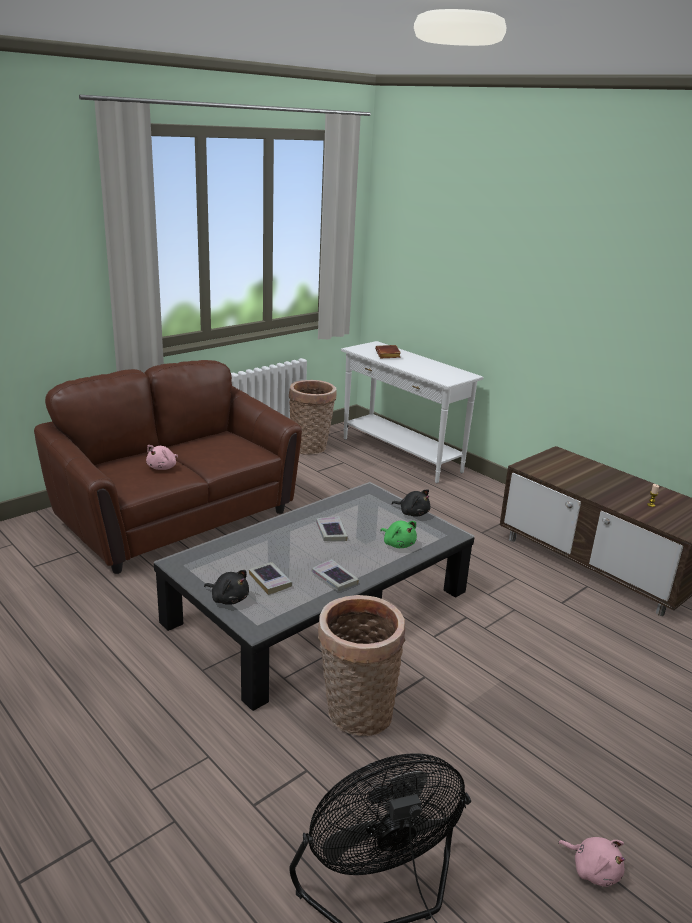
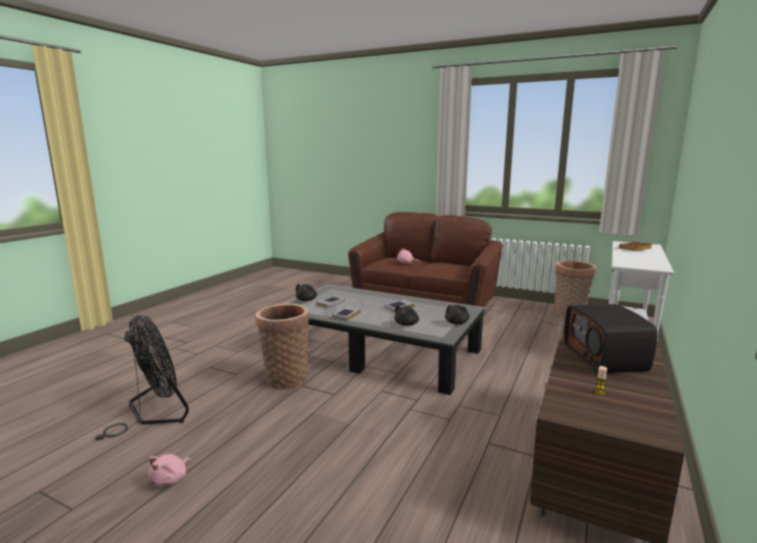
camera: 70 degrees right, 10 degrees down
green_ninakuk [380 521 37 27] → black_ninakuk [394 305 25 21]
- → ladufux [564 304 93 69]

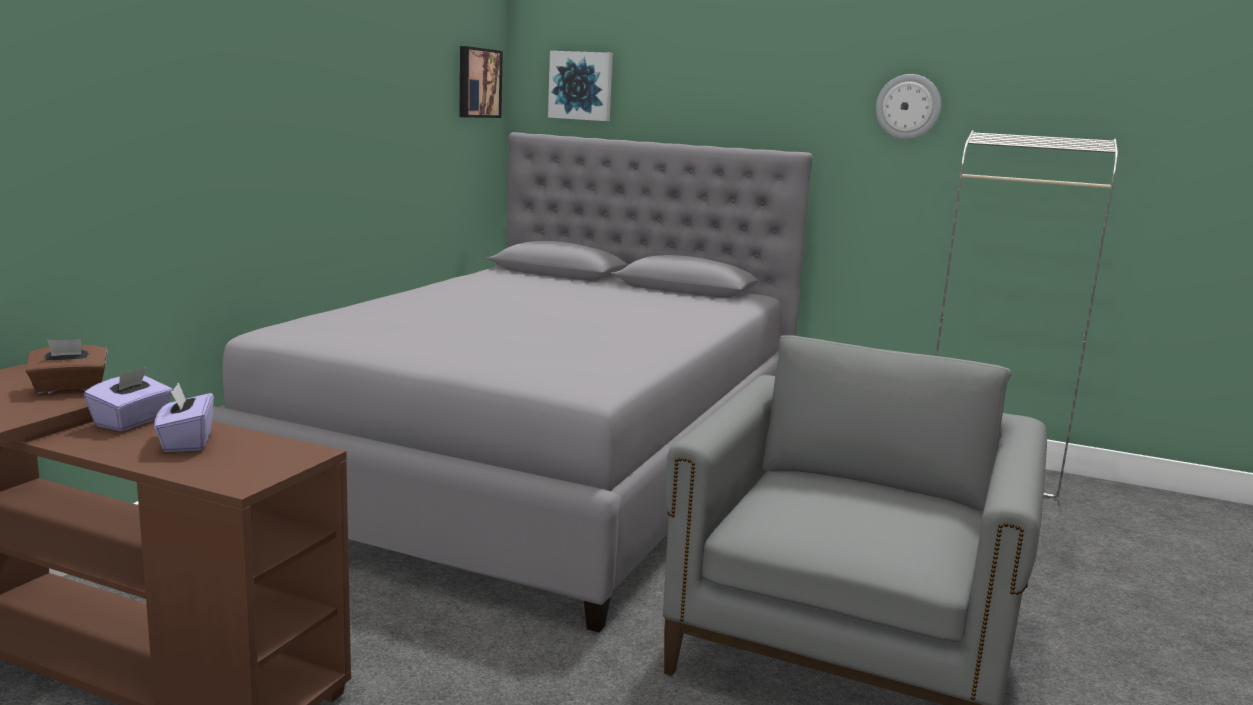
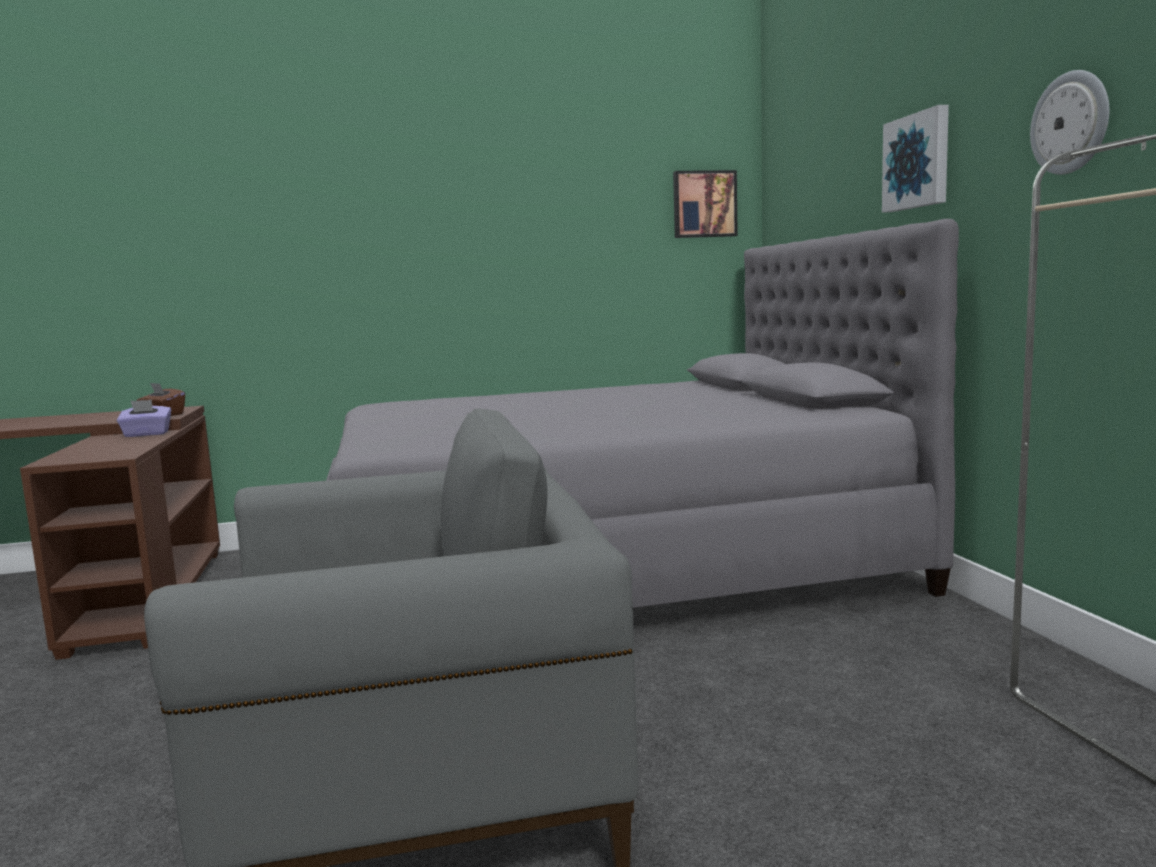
camera: 55 degrees right, 5 degrees down
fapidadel [548 51 65 70] → fapidadel [882 105 67 107], relocated
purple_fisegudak [154 382 60 70] → -

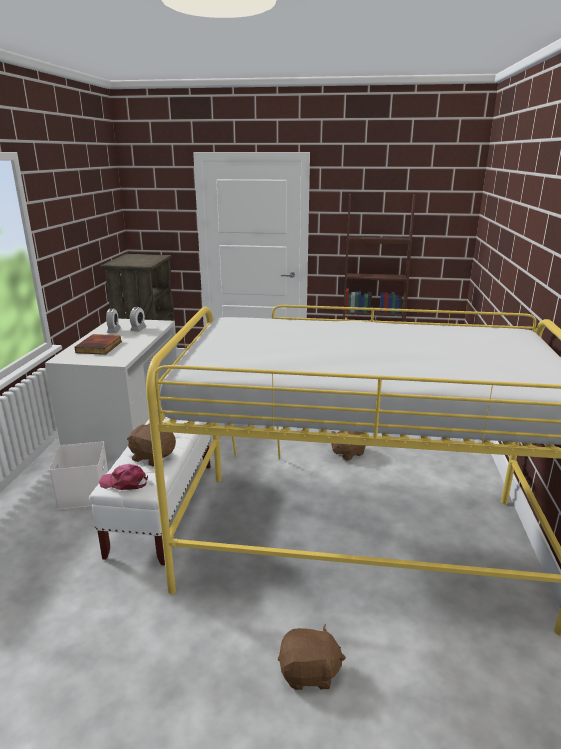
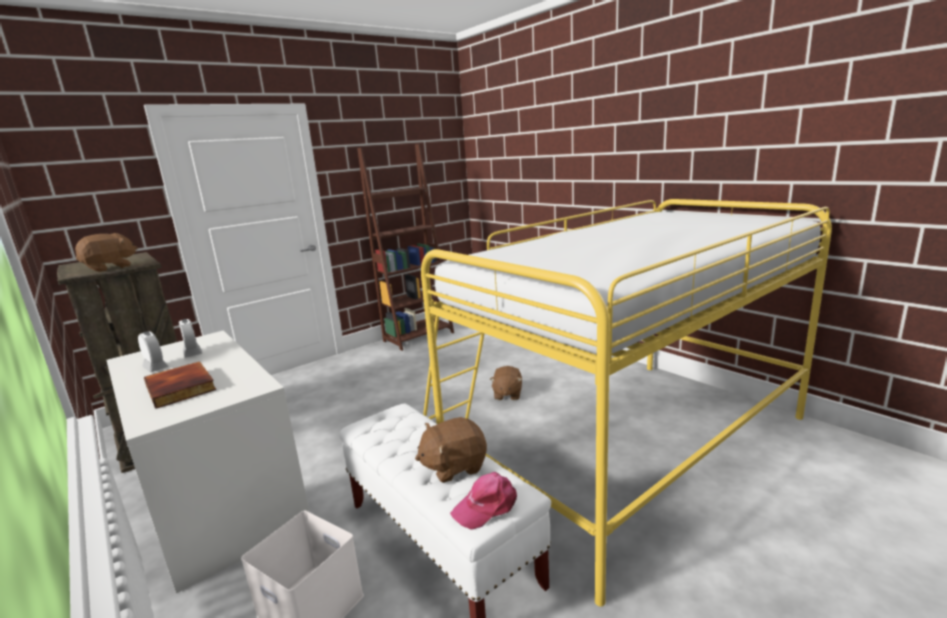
camera: 45 degrees left, 5 degrees down
brown_ninakuk [278 624 68 66] → brown_ninakuk [75 233 63 39], relocated

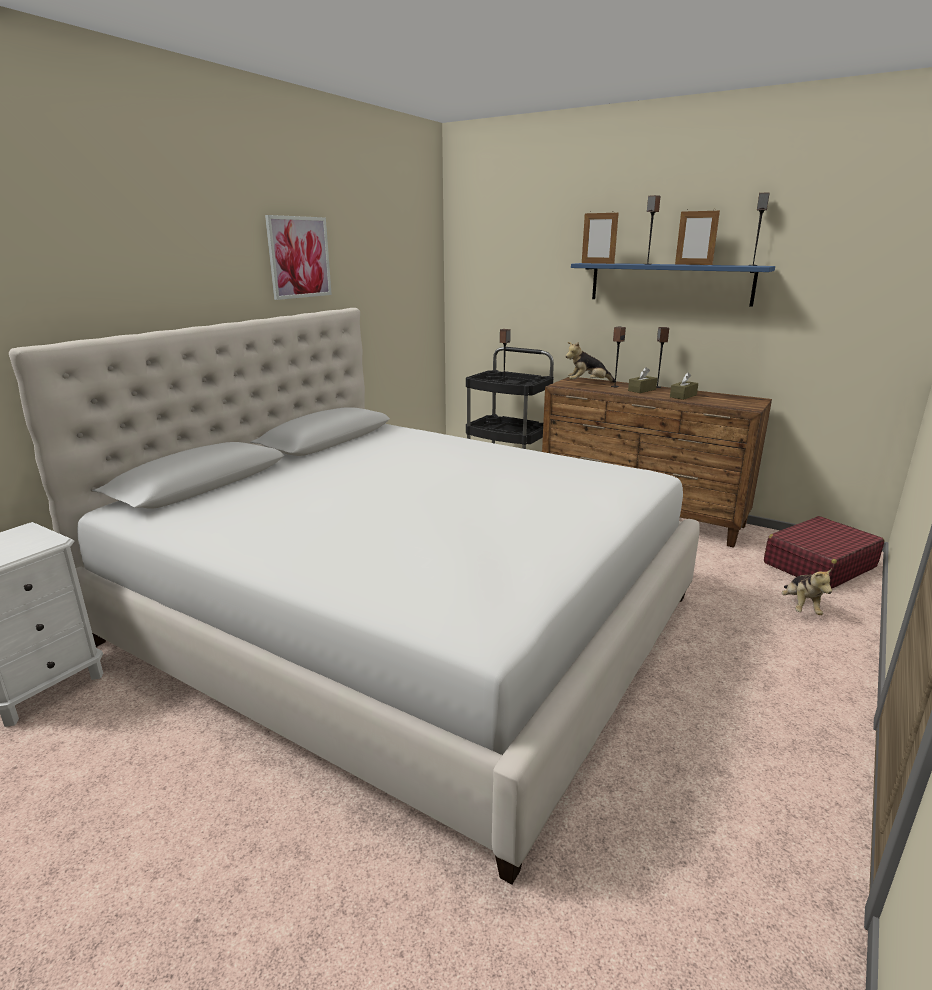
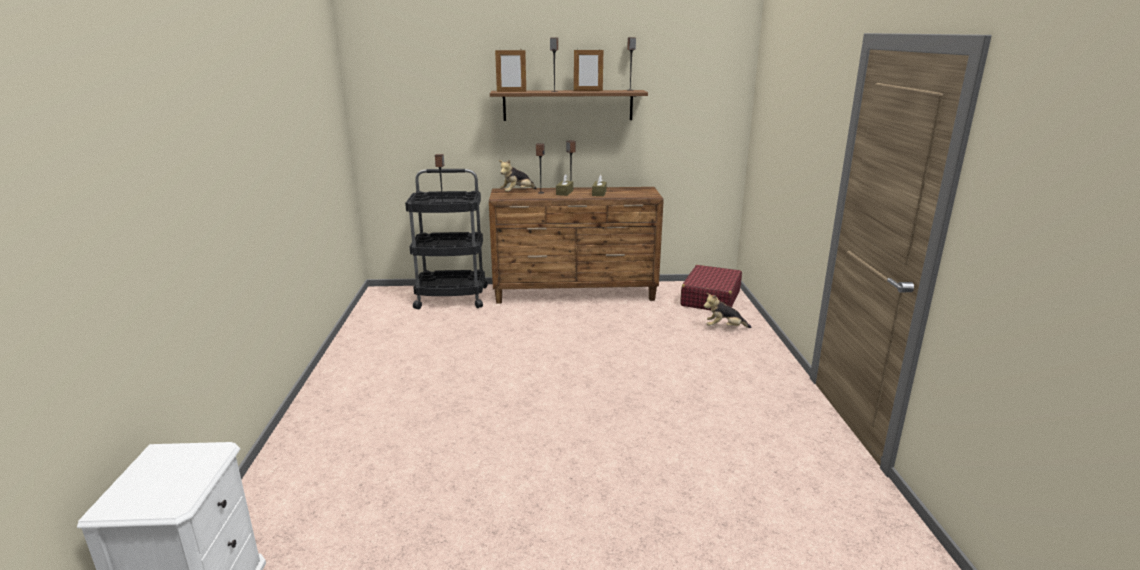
camera: 35 degrees left, 0 degrees up
fapidadel [265 215 67 85] → -
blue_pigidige [571 263 204 44] → brown_pigidige [490 90 158 31]
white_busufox [9 308 691 577] → -
ninakuk [782 568 50 47] → ninakuk [704 293 48 35], 120 degrees clockwise

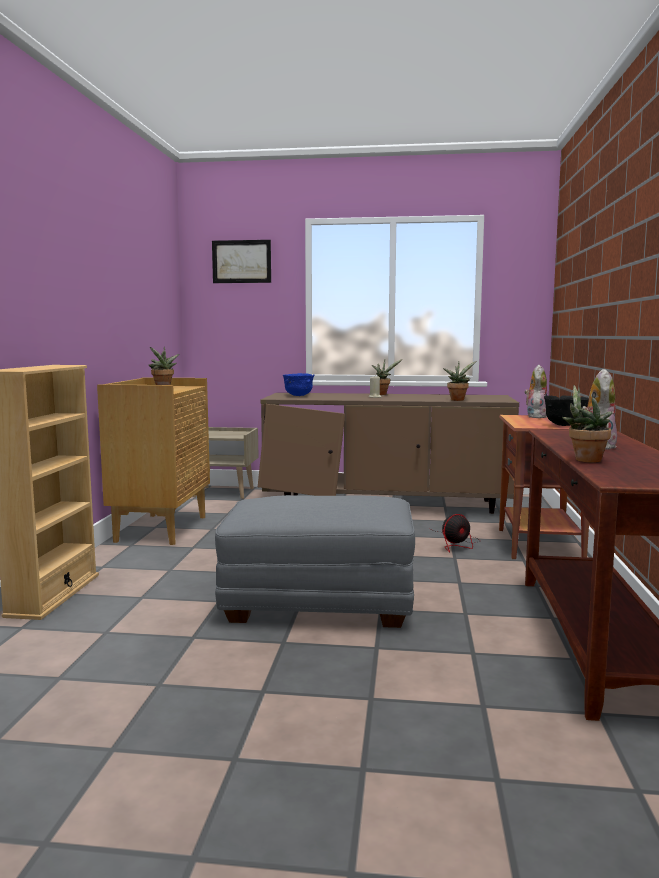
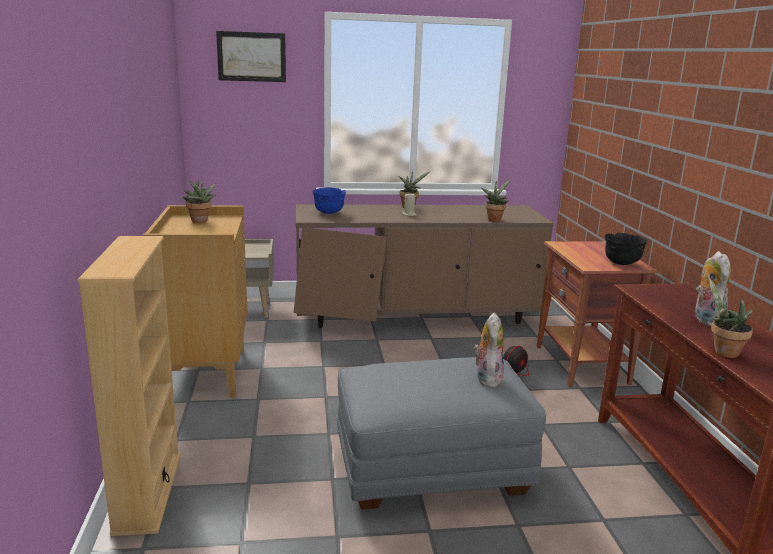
camera: 15 degrees left, 10 degrees up
ninakuk [525 365 22 53] → ninakuk [474 313 30 74], relocated

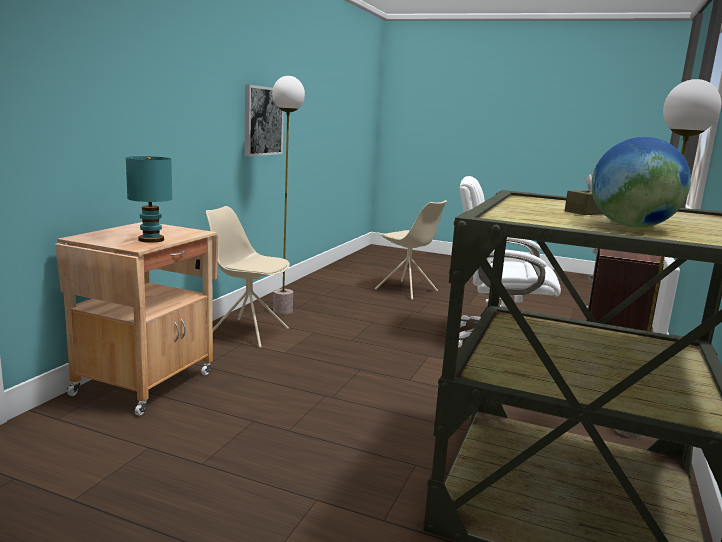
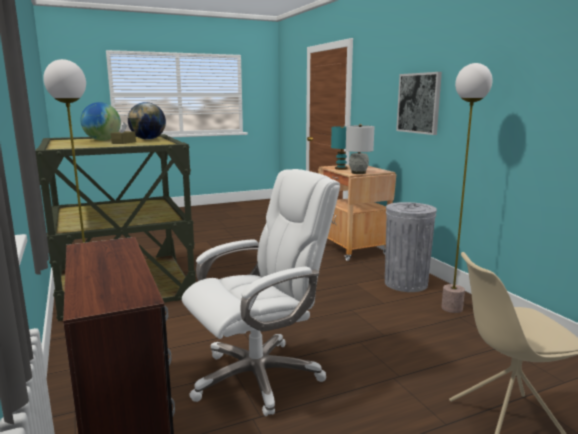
camera: 135 degrees right, 0 degrees up
fapidadel [245 84 39 72] → fapidadel [396 72 46 63], relocated
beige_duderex [205 206 85 142] → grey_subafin [385 202 52 90]
- → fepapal [128 102 38 38]
- → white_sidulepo [346 124 28 50]

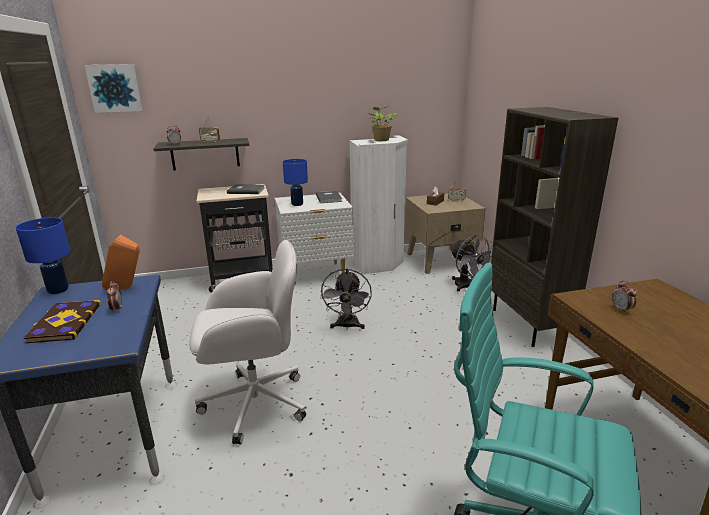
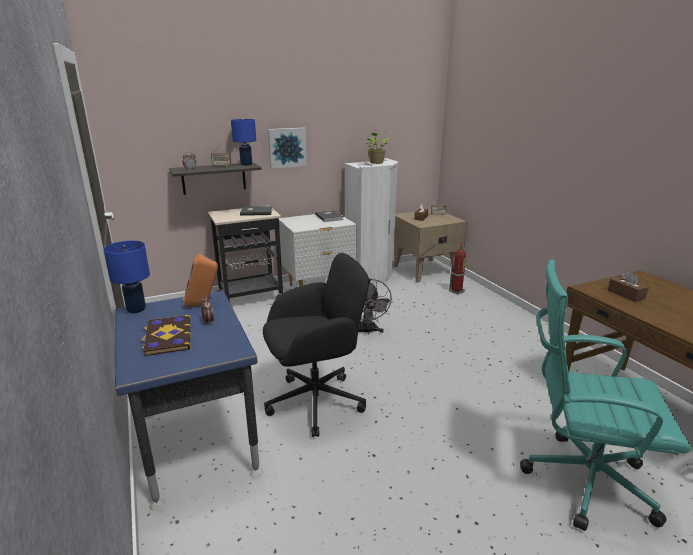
camera: 10 degrees left, 0 degrees up
fapidadel [84 64 59 49] → fapidadel [268 128 39 41], relocated
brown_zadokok [491 107 127 240] → -
blue_sidulepo [283 159 25 47] → blue_sidulepo [231 119 25 47], relocated
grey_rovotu [450 235 43 57] → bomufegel [449 242 17 53]
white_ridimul [189 240 117 204] → black_ridimul [263 253 106 184]
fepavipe [612 280 25 33] → brown_fisegudak [608 271 41 31]

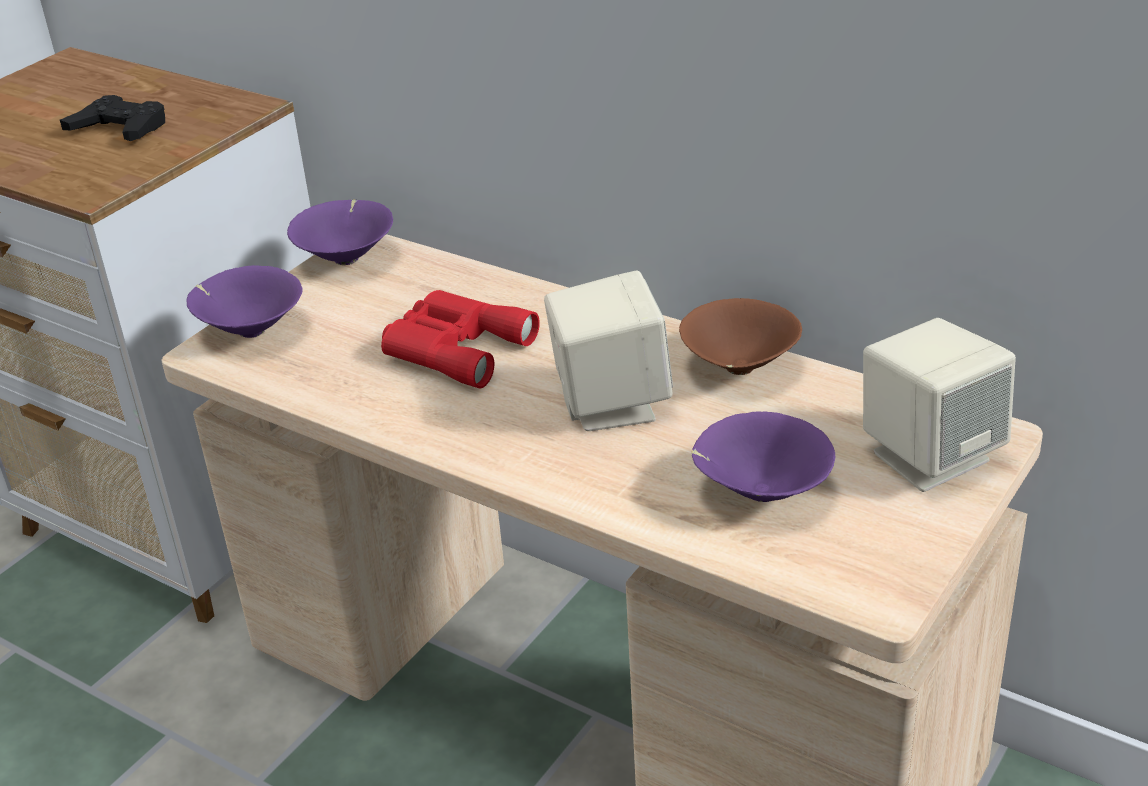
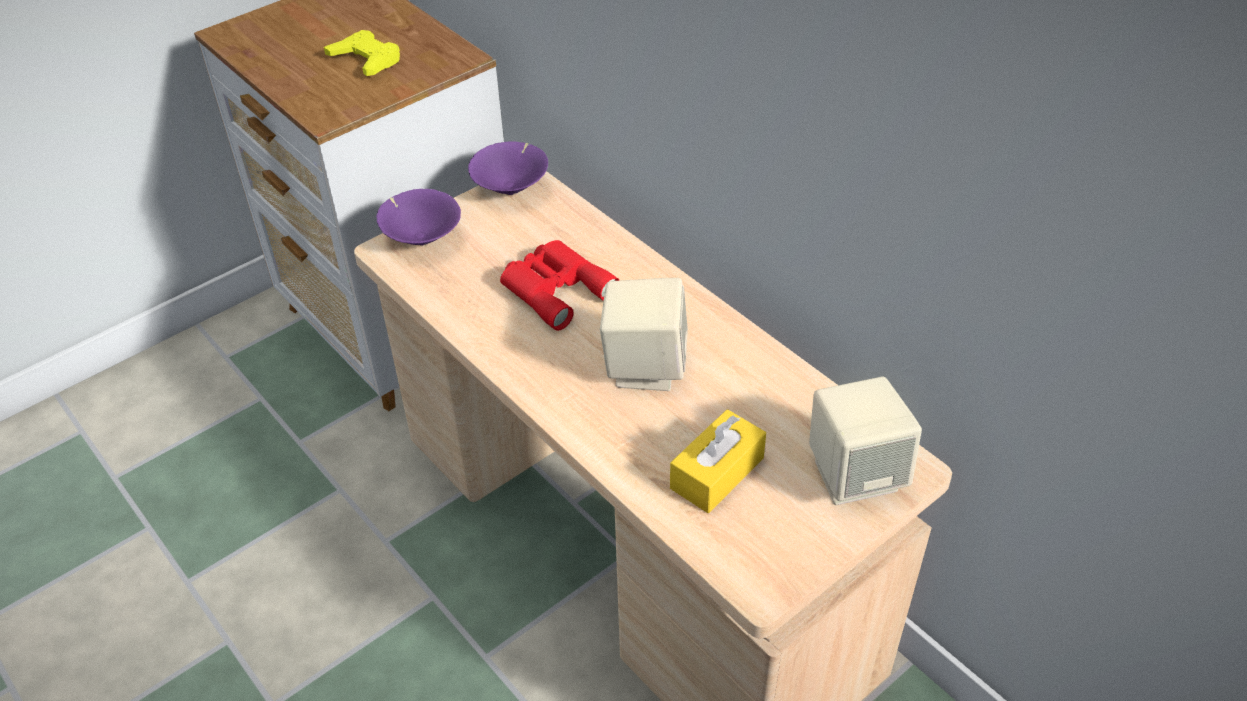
camera: 15 degrees right, 10 degrees up
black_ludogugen [60 95 105 46] → yellow_ludogugen [324 30 76 46]
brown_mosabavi [679 298 123 77] → -
purple_mosabavi [692 411 143 91] → yellow_fisegudak [670 409 96 104]

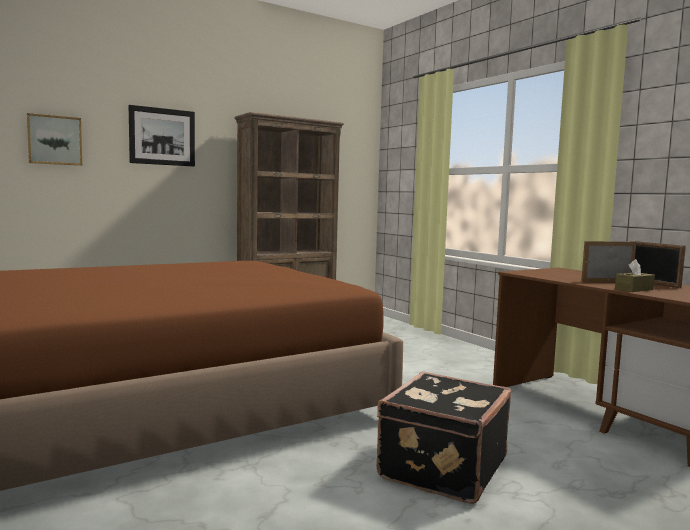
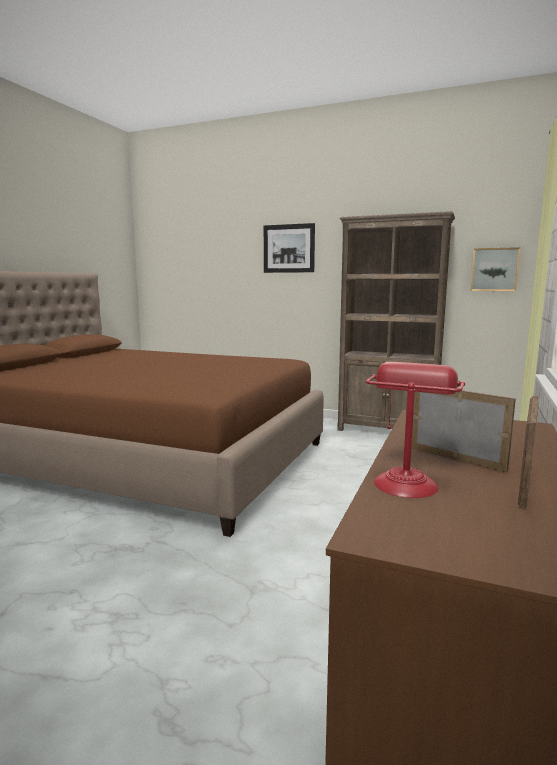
camera: 55 degrees right, 5 degrees up
fapidadel [27 113 55 53] → fapidadel [471 247 49 44], relocated
brown_fisegudak [615 259 40 33] → red_sidulepo [366 362 99 136]
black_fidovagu [376 371 135 133] → -

